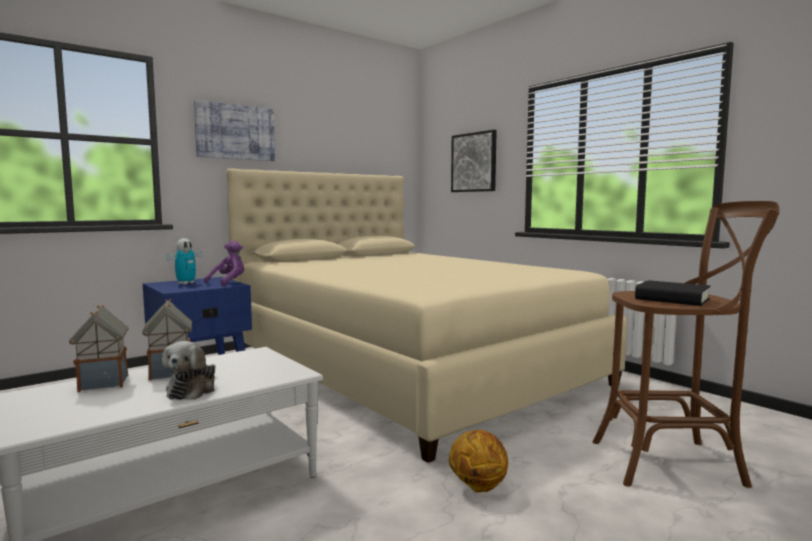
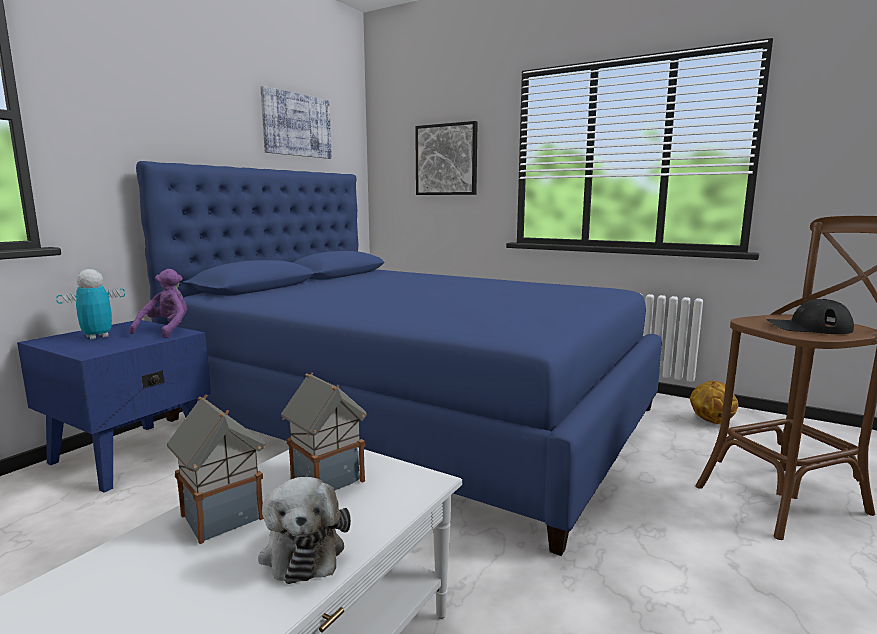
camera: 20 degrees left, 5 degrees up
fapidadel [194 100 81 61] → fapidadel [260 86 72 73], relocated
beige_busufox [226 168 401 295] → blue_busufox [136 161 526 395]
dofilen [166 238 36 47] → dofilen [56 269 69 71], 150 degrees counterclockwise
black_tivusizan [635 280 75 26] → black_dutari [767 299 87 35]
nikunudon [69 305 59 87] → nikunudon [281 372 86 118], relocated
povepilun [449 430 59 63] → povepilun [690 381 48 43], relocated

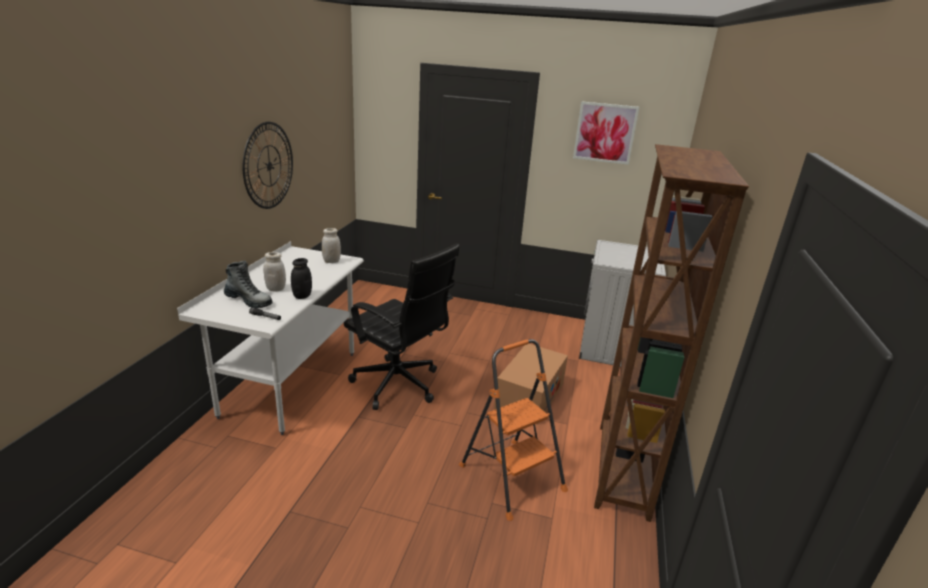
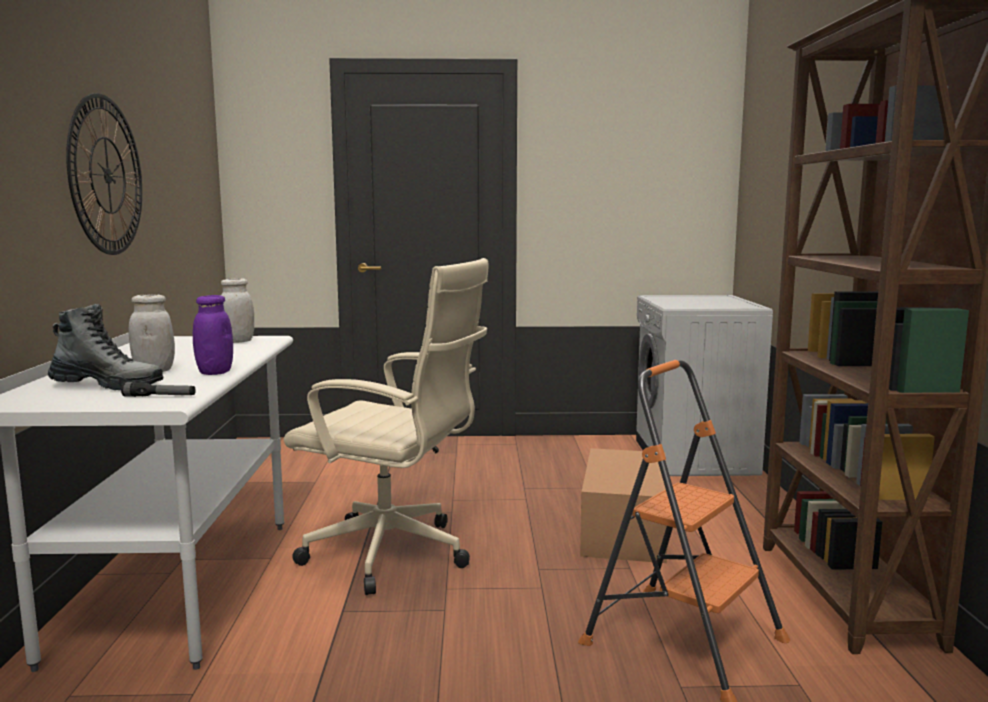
camera: 15 degrees left, 15 degrees down
fapidadel [573 101 66 64] → -
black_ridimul [344 243 116 167] → beige_ridimul [284 258 205 337]
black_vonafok [291 258 21 41] → purple_vonafok [193 295 40 80]

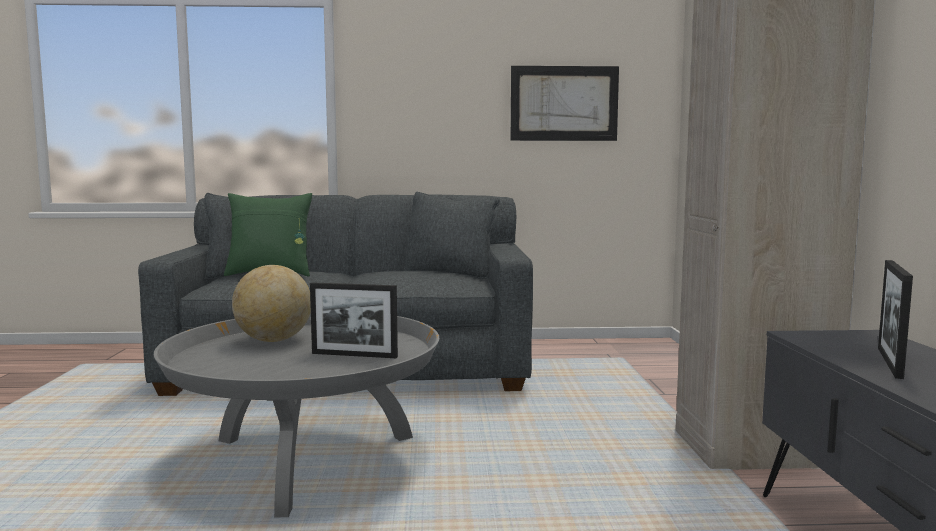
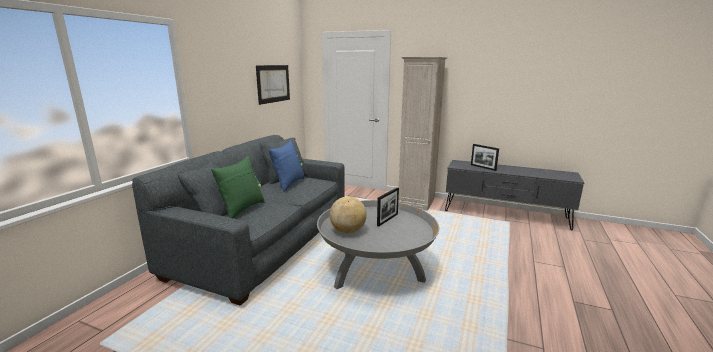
camera: 65 degrees left, 10 degrees up
- → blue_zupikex [269 140 35 51]

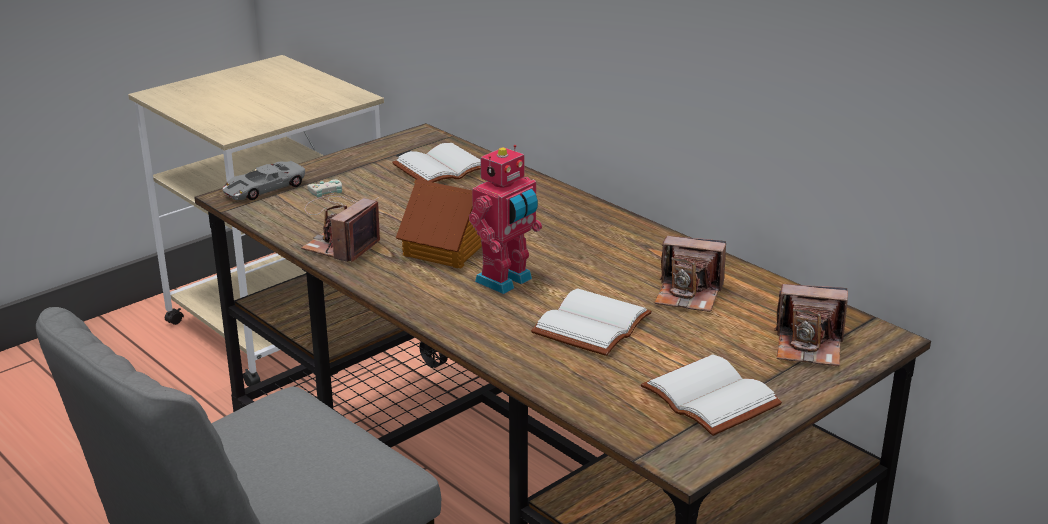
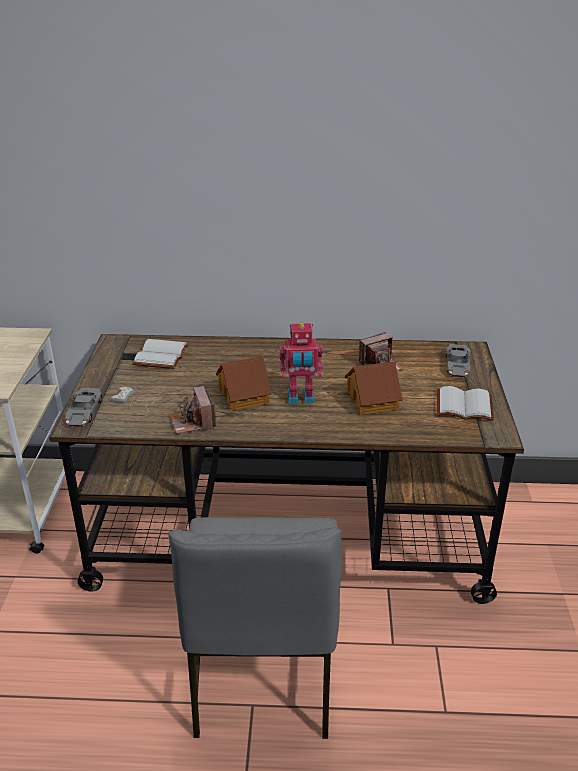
camera: 45 degrees left, 5 degrees up
dofilen [469 145 73 149] → dofilen [280 323 43 81], 90 degrees clockwise
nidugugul [774 284 74 82] → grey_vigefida [446 344 25 34]
white_tivusizan [531 288 121 68] → nikunudon [345 361 58 54]

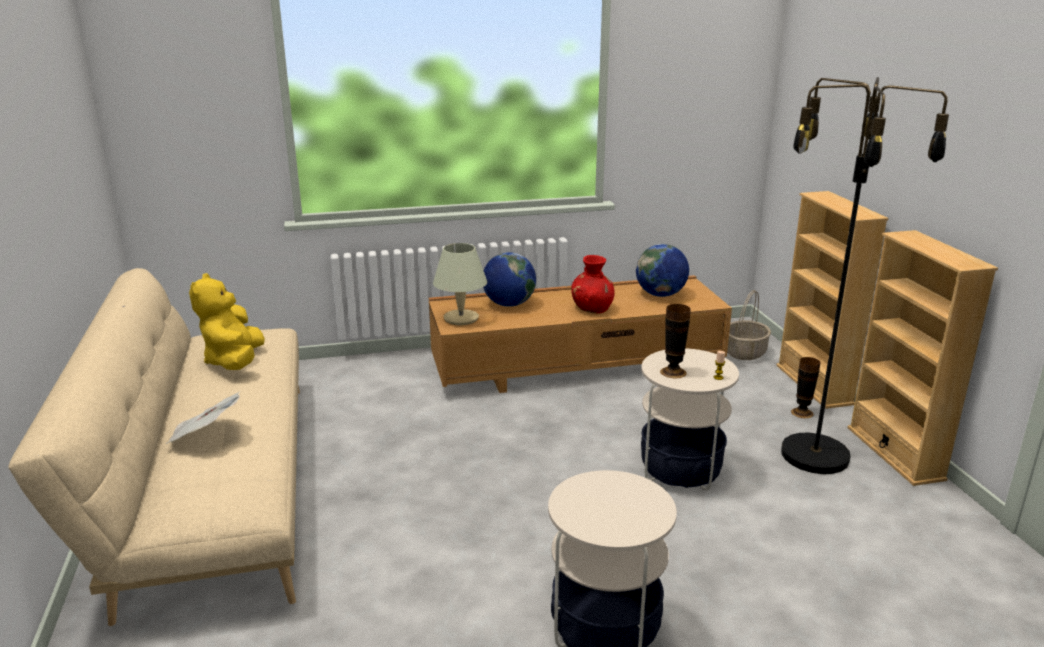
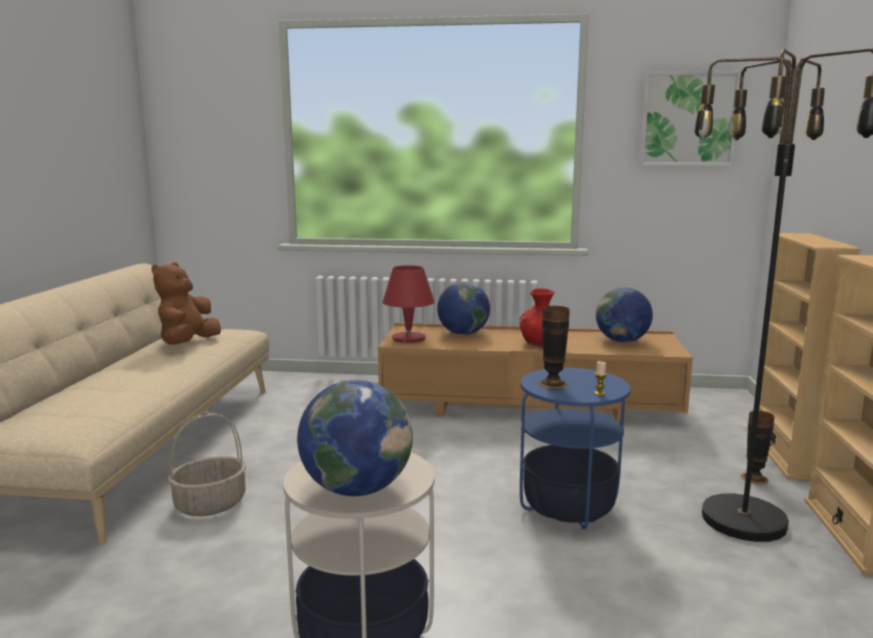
camera: 20 degrees right, 10 degrees down
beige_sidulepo [433 243 54 82] → red_sidulepo [382 265 52 78]
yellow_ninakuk [189 273 76 97] → brown_ninakuk [152 262 69 83]
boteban [727 290 44 70] → boteban [168 412 79 104], relocated
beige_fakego [641 348 98 143] → blue_fakego [520 368 111 161]
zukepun [166 391 75 53] → -
- → fapidadel [639 71 103 95]
- → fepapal [297 380 116 116]

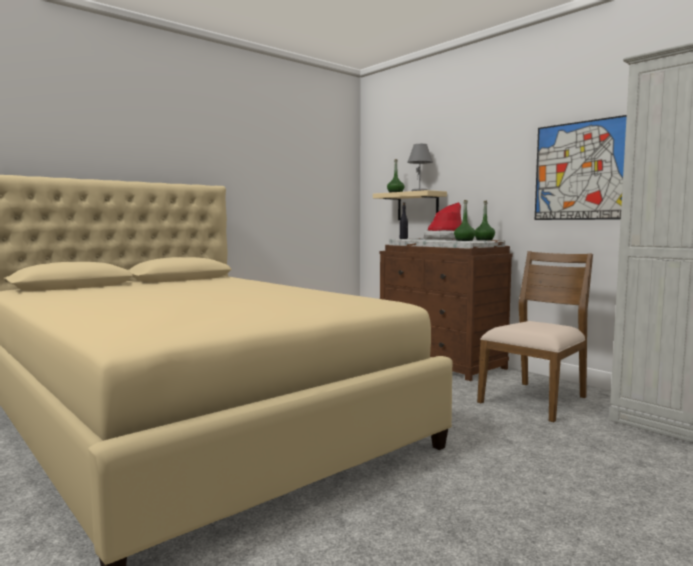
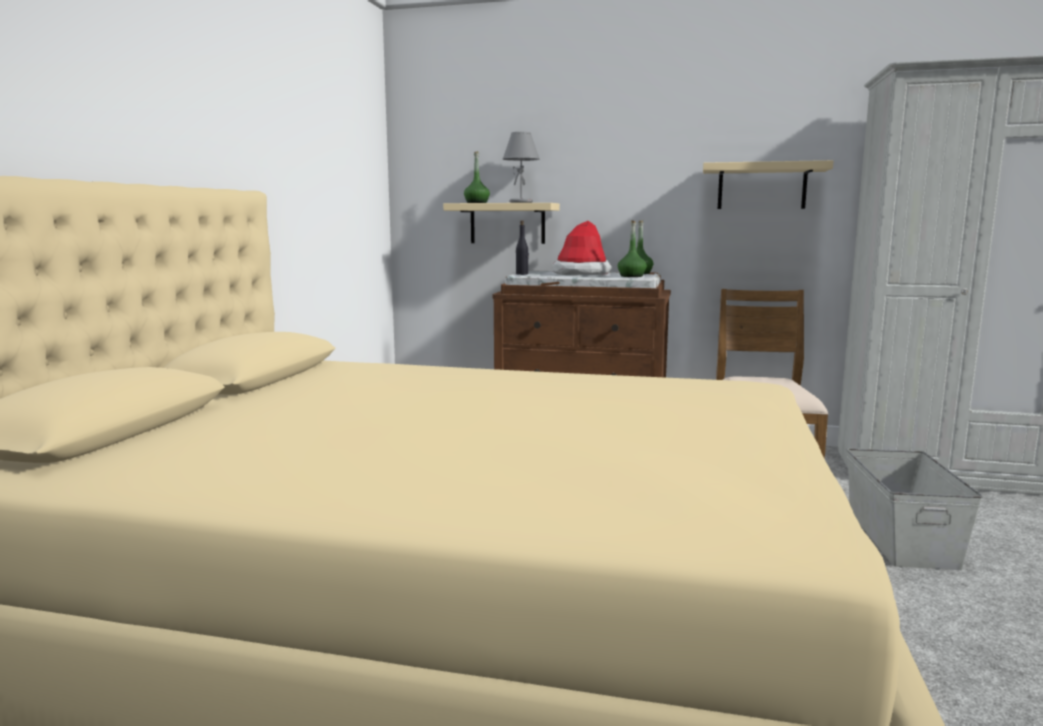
camera: 35 degrees left, 5 degrees up
fapidadel [535 115 92 105] → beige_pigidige [703 160 130 49]
- → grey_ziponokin [847 448 136 122]

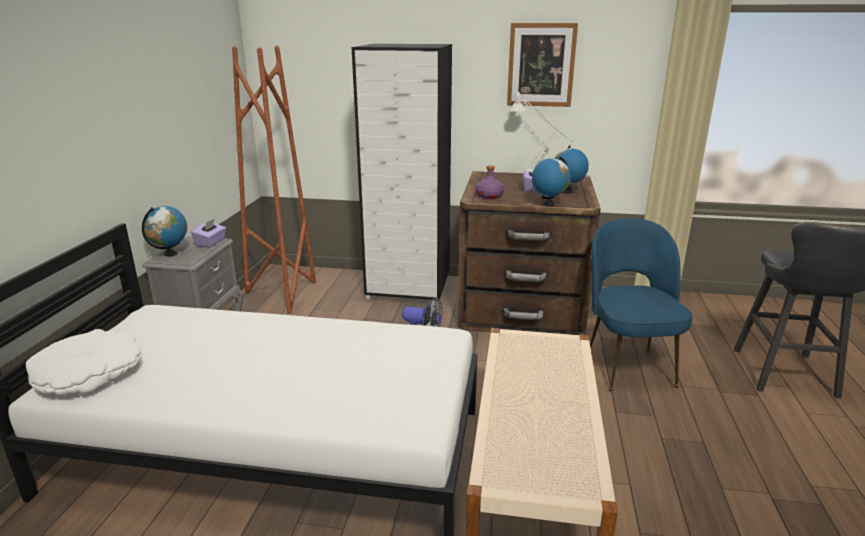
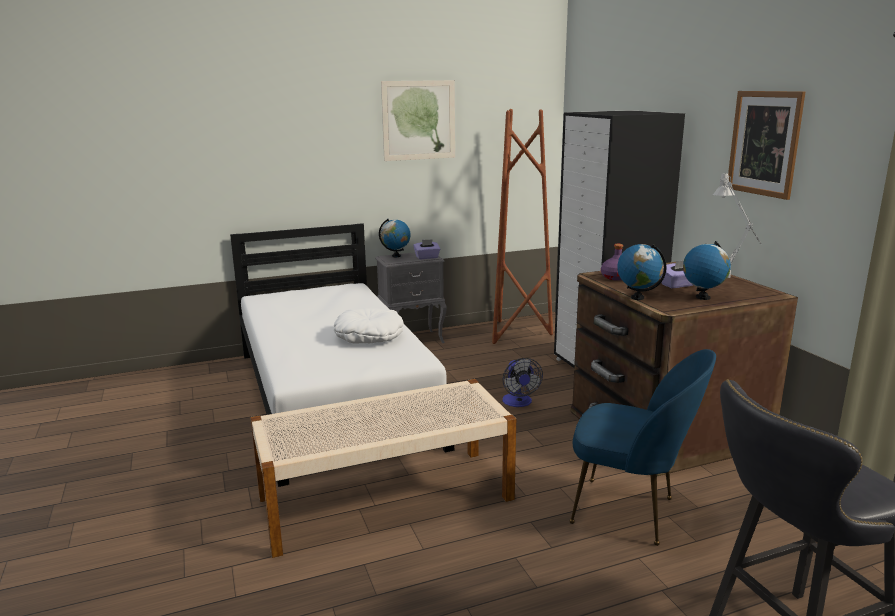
camera: 60 degrees right, 5 degrees down
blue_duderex [590 218 103 173] → blue_duderex [570 349 146 197], 60 degrees clockwise
white_zupikex [26 329 116 67] → white_zupikex [334 308 69 36], relocated
- → fapidadel [381 80 74 81]

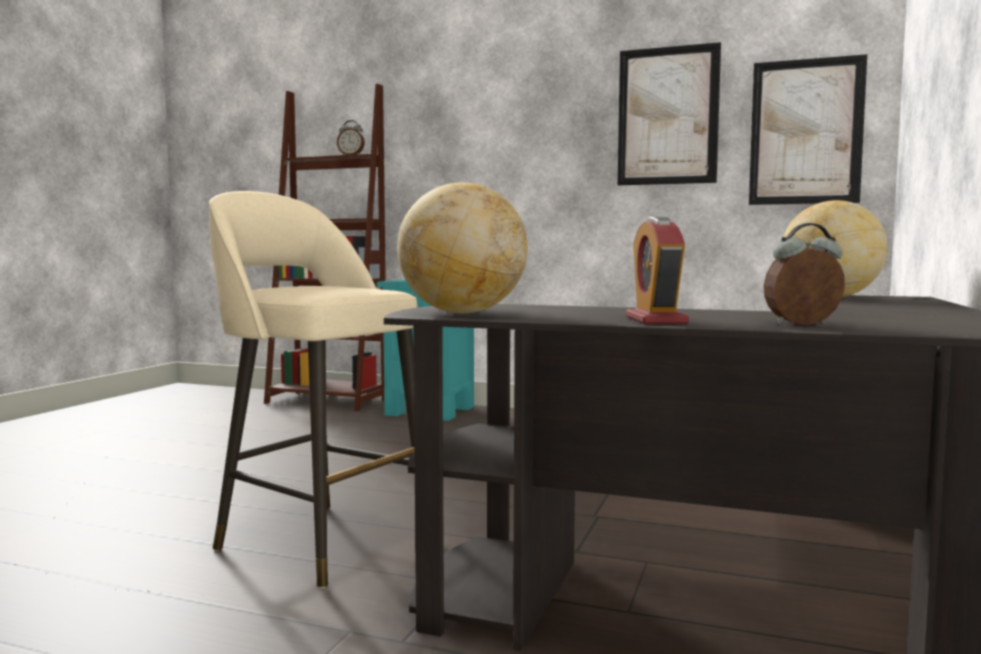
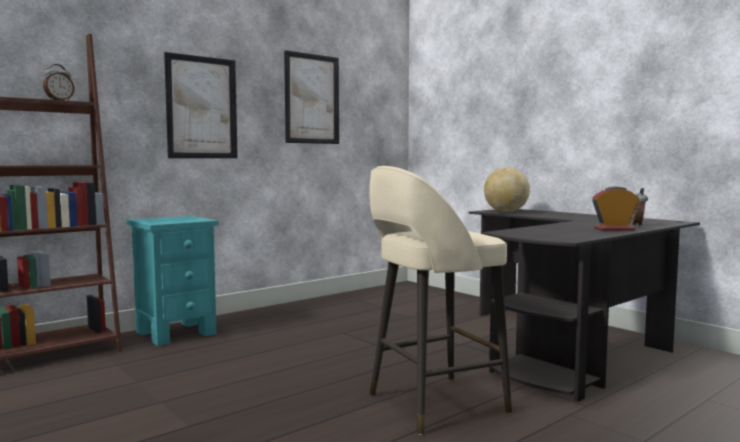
camera: 60 degrees left, 0 degrees up
fapidadel [749 54 118 151] → fapidadel [164 52 74 106], relocated
fepapal [397 182 131 132] → -
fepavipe [626 217 63 107] → fepavipe [592 186 47 45], 150 degrees clockwise

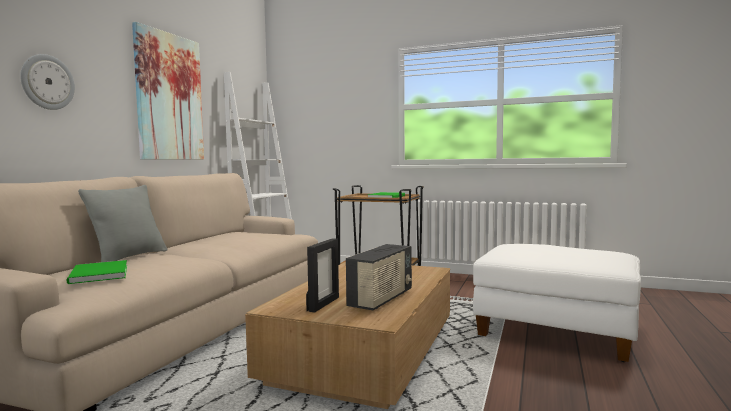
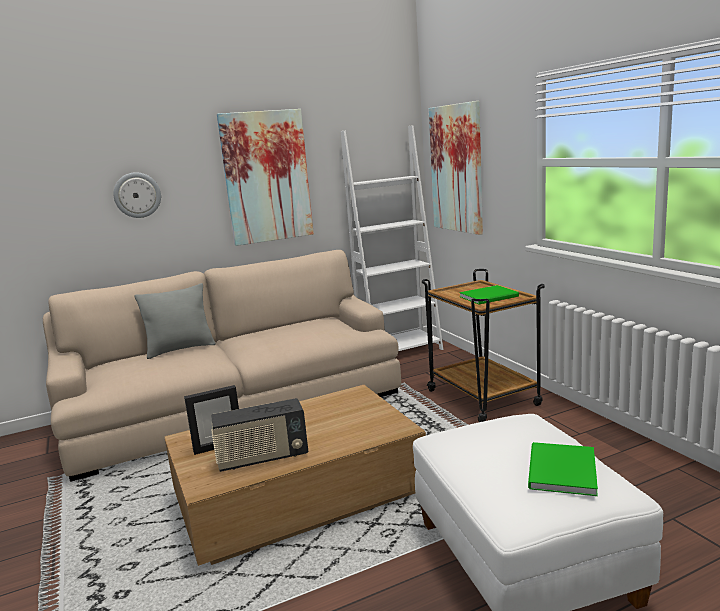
camera: 45 degrees right, 10 degrees up
green_tivusizan [66 260 61 24] → green_tivusizan [528 442 70 54], relocated
- → fapidadel [429 101 54 134]

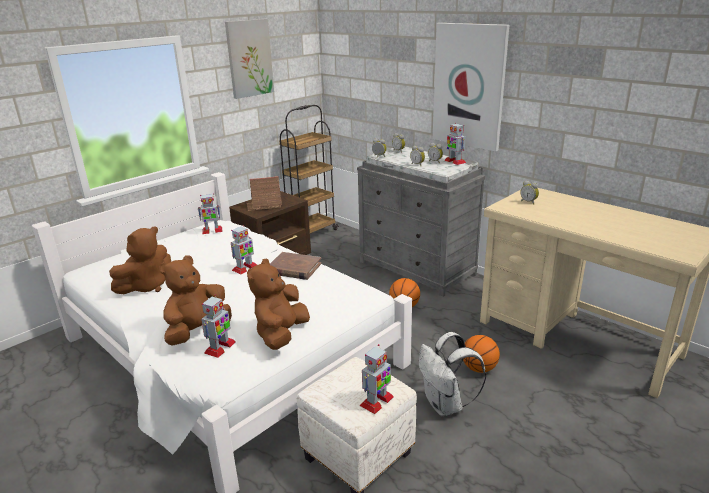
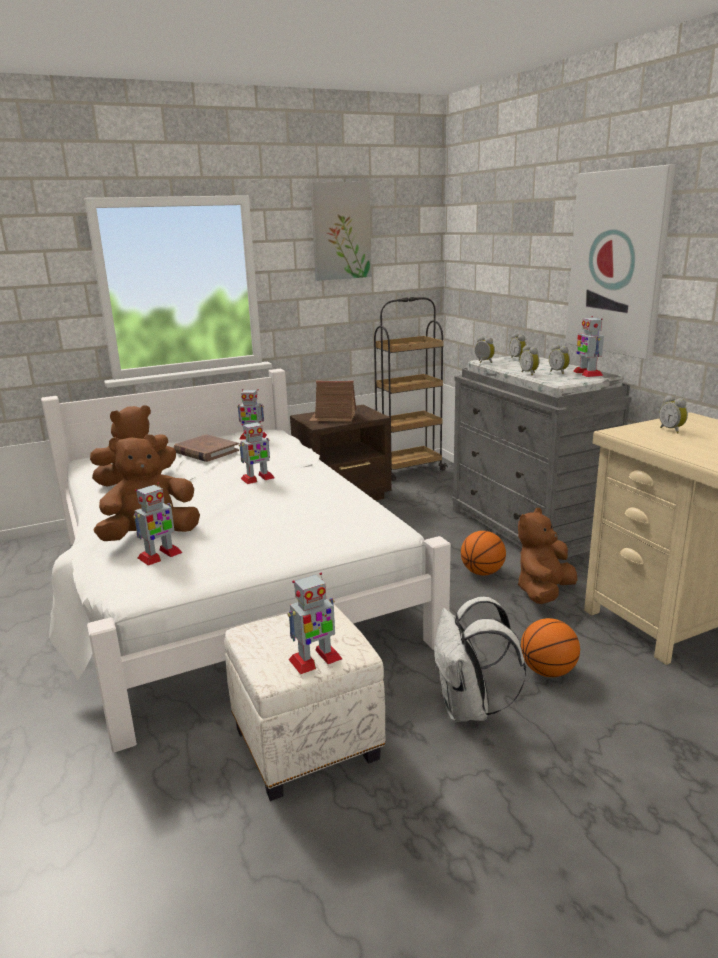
camera: 20 degrees right, 5 degrees down
brown_tivusizan [270 252 51 28] → brown_tivusizan [174 434 65 28], relocated
brown_ninakuk [247 258 63 92] → brown_ninakuk [518 508 60 96], relocated

